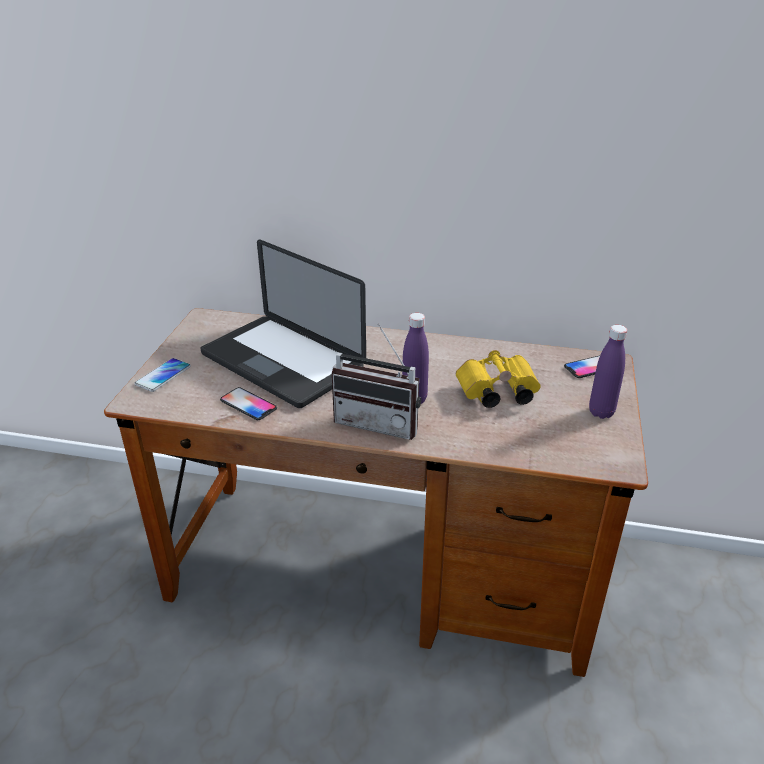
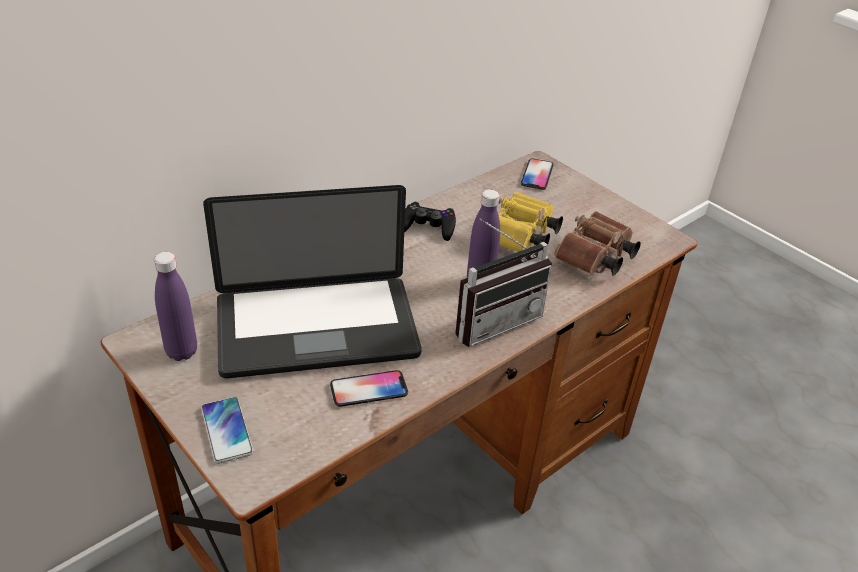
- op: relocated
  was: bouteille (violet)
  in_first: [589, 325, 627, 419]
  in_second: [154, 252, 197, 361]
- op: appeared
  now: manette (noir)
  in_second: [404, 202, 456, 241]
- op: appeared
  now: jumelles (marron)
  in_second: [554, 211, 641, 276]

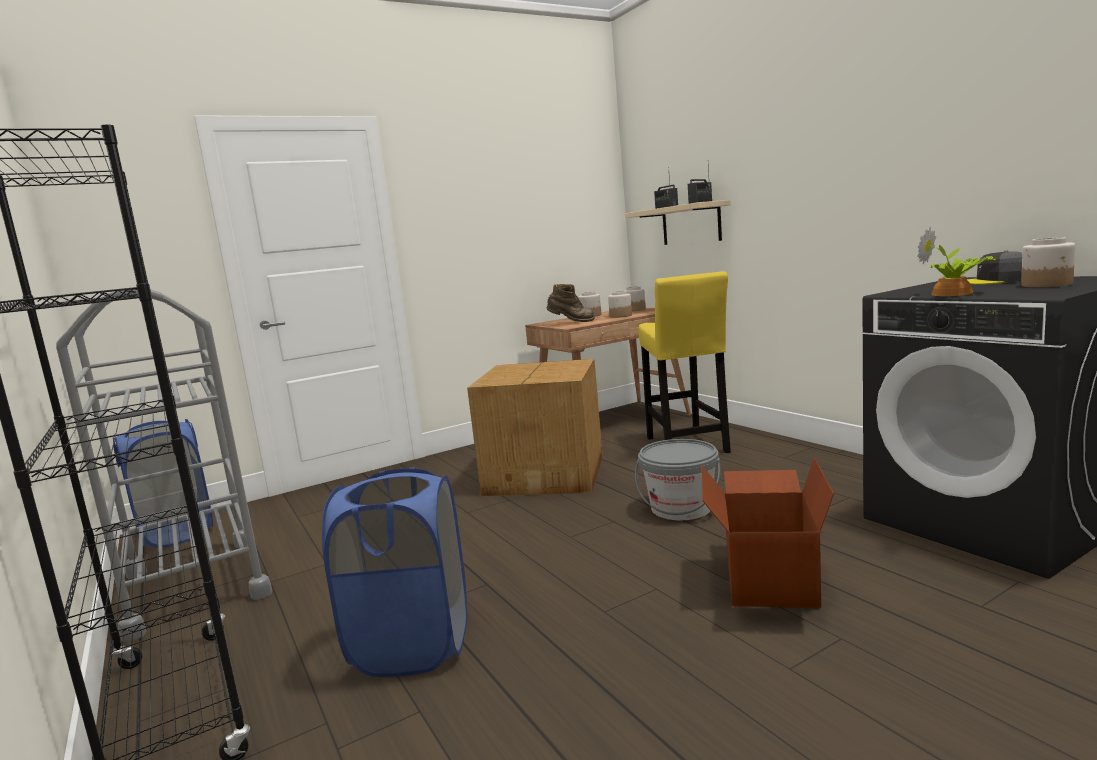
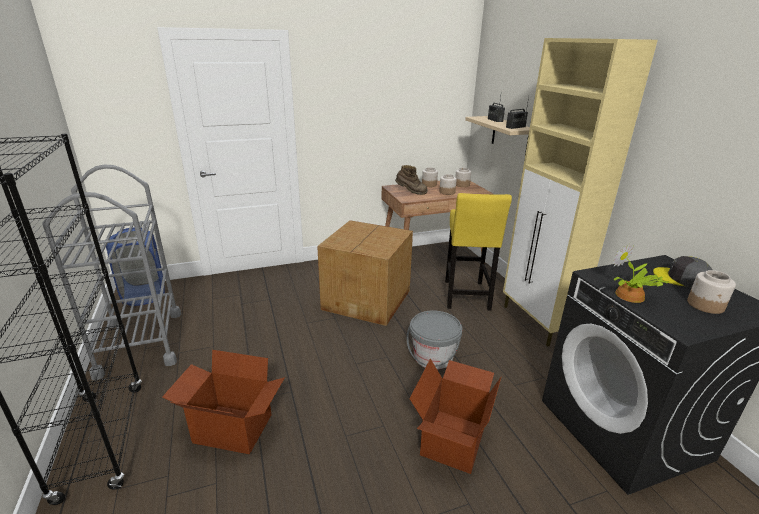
- op: exchanged
  was: panier à linge (bleu)
  now: carton
  in_first: [322, 467, 467, 677]
  in_second: [162, 350, 285, 454]
- op: appeared
  now: meuble de rangement (beige)
  in_second: [503, 38, 658, 347]

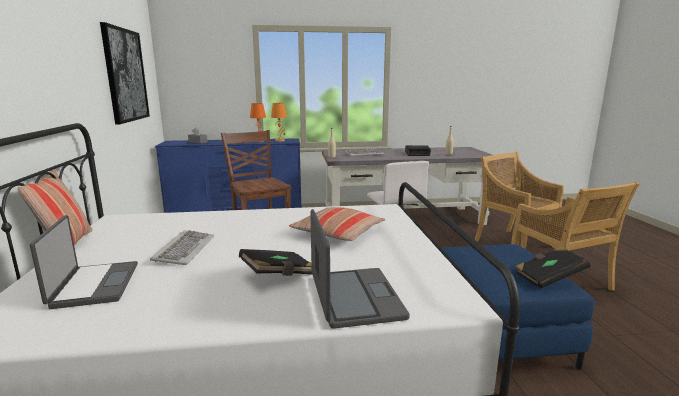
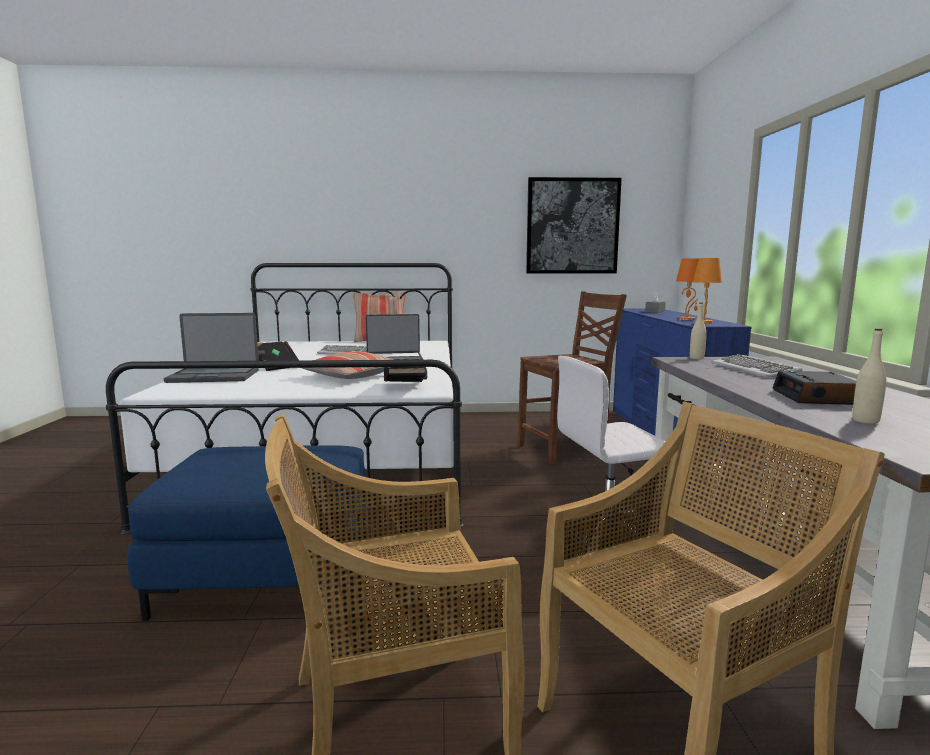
- op: relocated
  was: ordinateur portable
  in_first: [30, 215, 138, 309]
  in_second: [366, 314, 423, 360]
- op: relocated
  was: livre (noir)
  in_first: [515, 246, 590, 288]
  in_second: [384, 367, 427, 382]

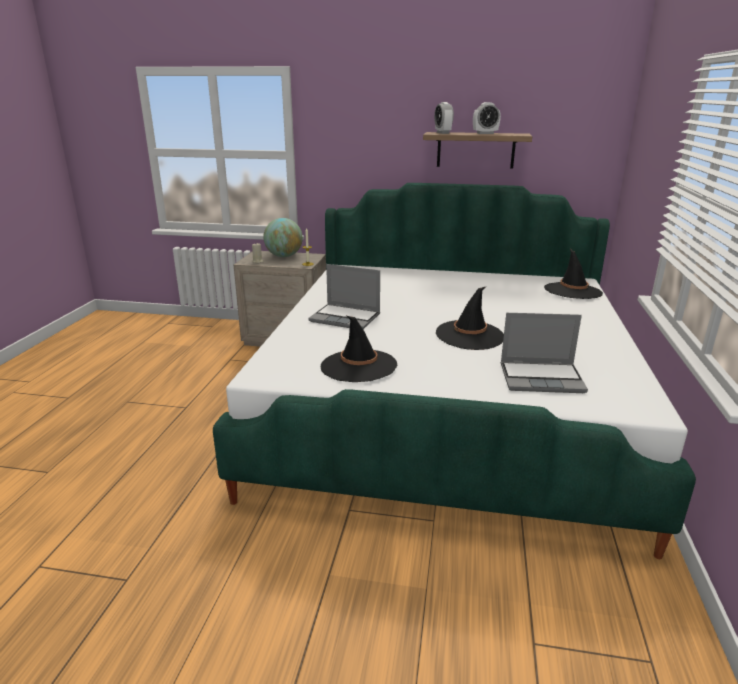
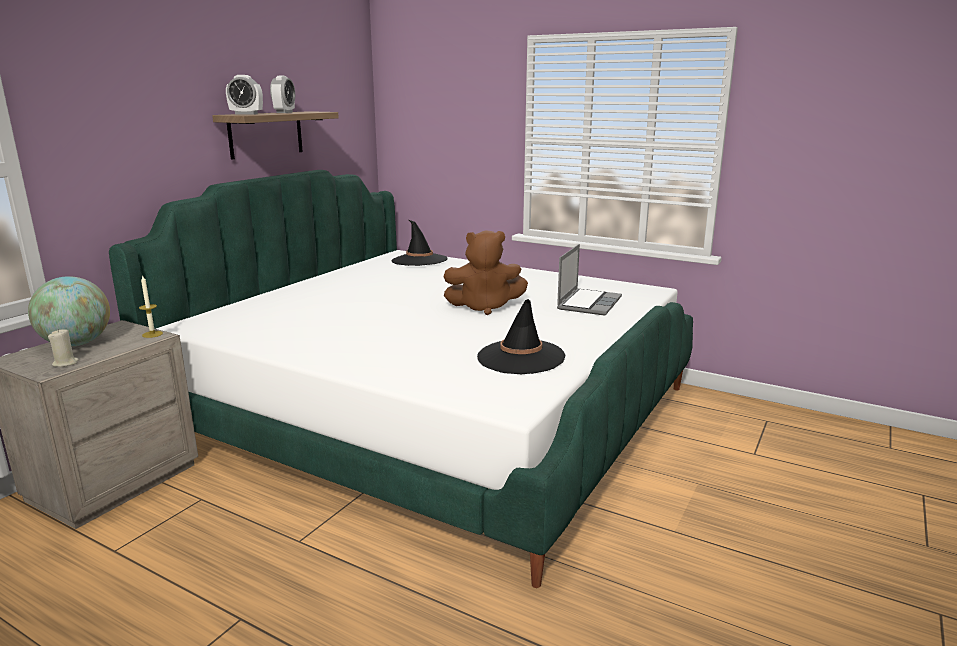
- op: missing
  was: ordinateur portable
  in_first: [308, 264, 380, 329]
- op: exchanged
  was: chapeau (noir)
  now: peluche (marron)
  in_first: [436, 286, 504, 350]
  in_second: [444, 230, 528, 315]

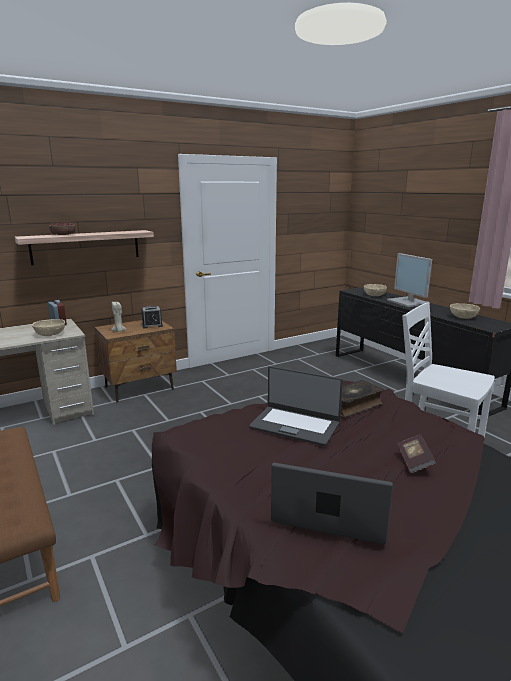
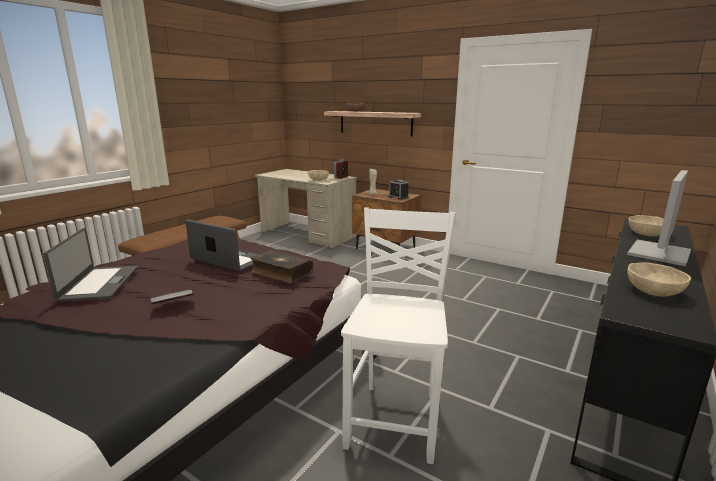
- op: spun
  was: ordinateur portable
  in_first: [249, 366, 343, 446]
  in_second: [185, 219, 259, 272]
  clockwise: 120

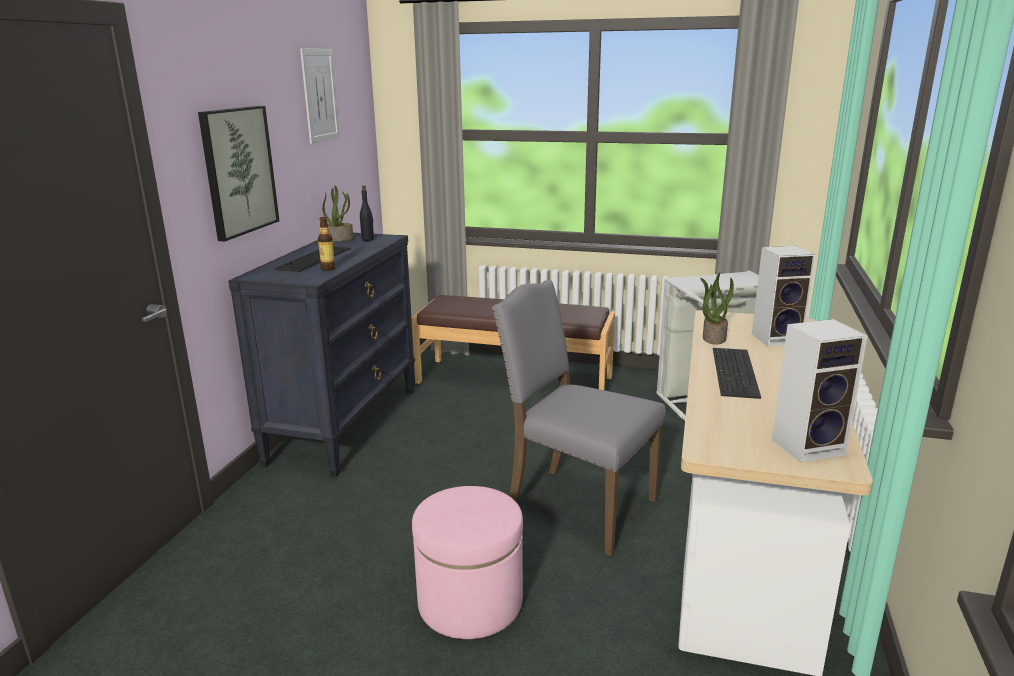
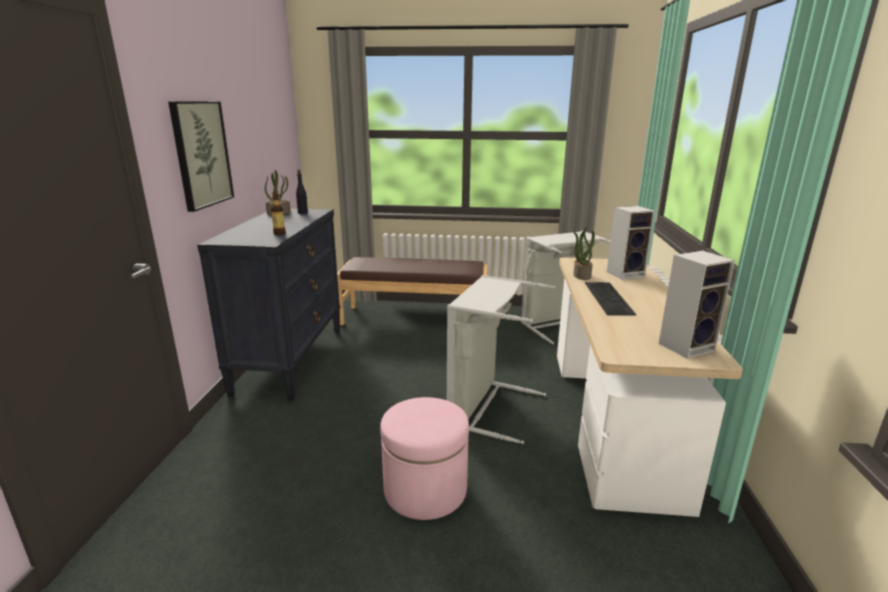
- op: missing
  was: tableau
  in_first: [300, 48, 340, 144]
- op: missing
  was: clavier
  in_first: [274, 246, 351, 272]
- op: exchanged
  was: chaise (gris)
  now: panier à linge (gris)
  in_first: [492, 280, 666, 556]
  in_second: [447, 275, 556, 444]

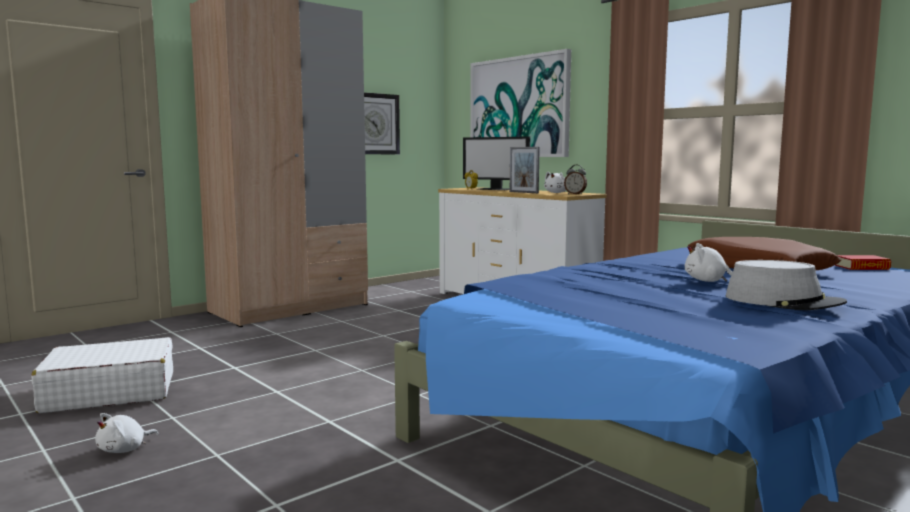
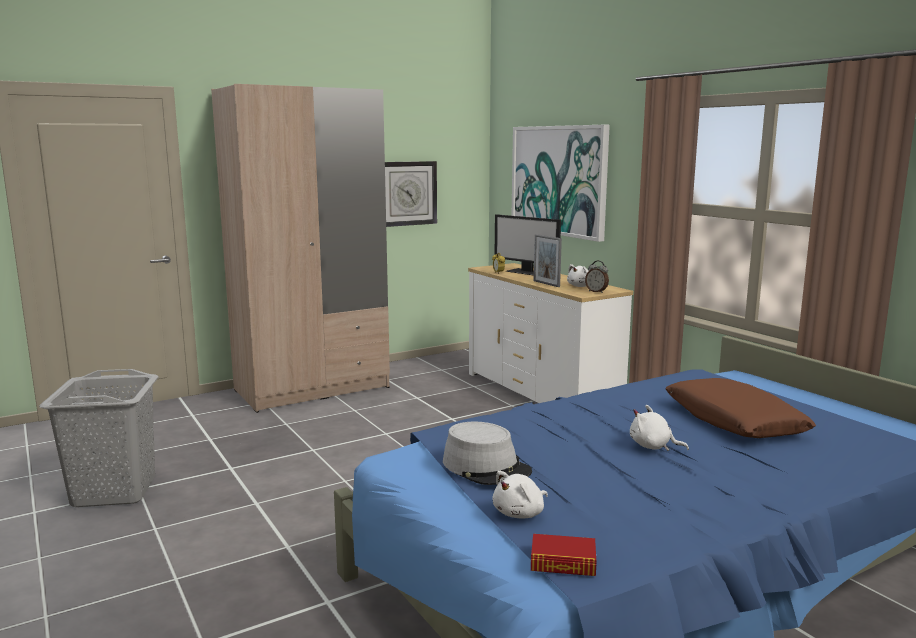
- op: relocated
  was: livre
  in_first: [835, 255, 891, 270]
  in_second: [531, 534, 596, 576]
- op: relocated
  was: chapeau (gris)
  in_first: [726, 260, 847, 310]
  in_second: [443, 422, 532, 485]
- op: exchanged
  was: valise (blanc)
  now: panier à linge (gris)
  in_first: [31, 337, 173, 413]
  in_second: [39, 369, 159, 507]
- op: relocated
  was: peluche (blanc)
  in_first: [95, 413, 159, 453]
  in_second: [493, 471, 548, 519]

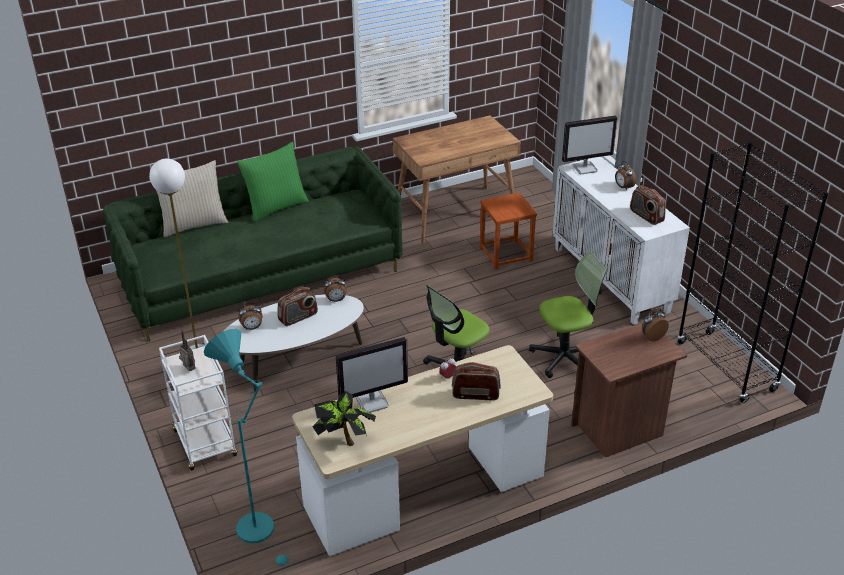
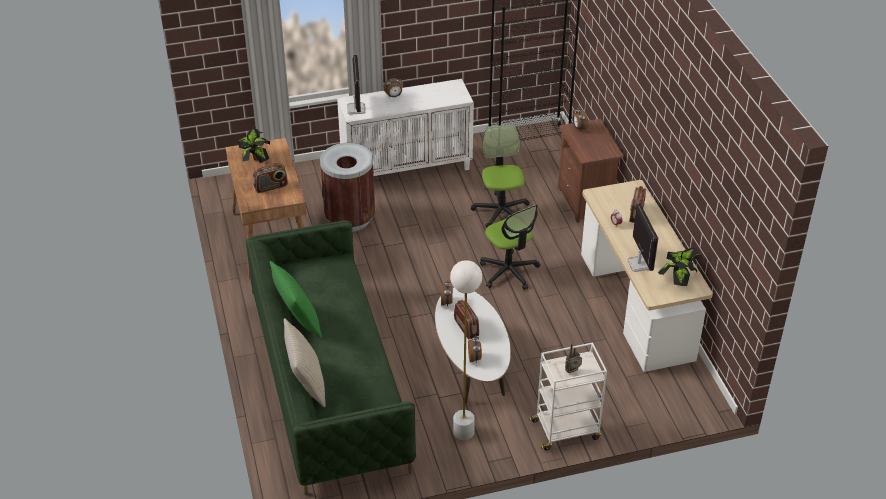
- op: relocated
  was: radio
  in_first: [630, 185, 666, 225]
  in_second: [253, 162, 288, 193]
- op: exchanged
  was: tabouret (marron)
  now: poubelle (marron)
  in_first: [480, 193, 537, 269]
  in_second: [320, 143, 375, 232]
- op: missing
  was: lampadaire (turquoise)
  in_first: [204, 329, 293, 566]
- op: appeared
  now: plante en pot
  in_second: [238, 127, 270, 163]

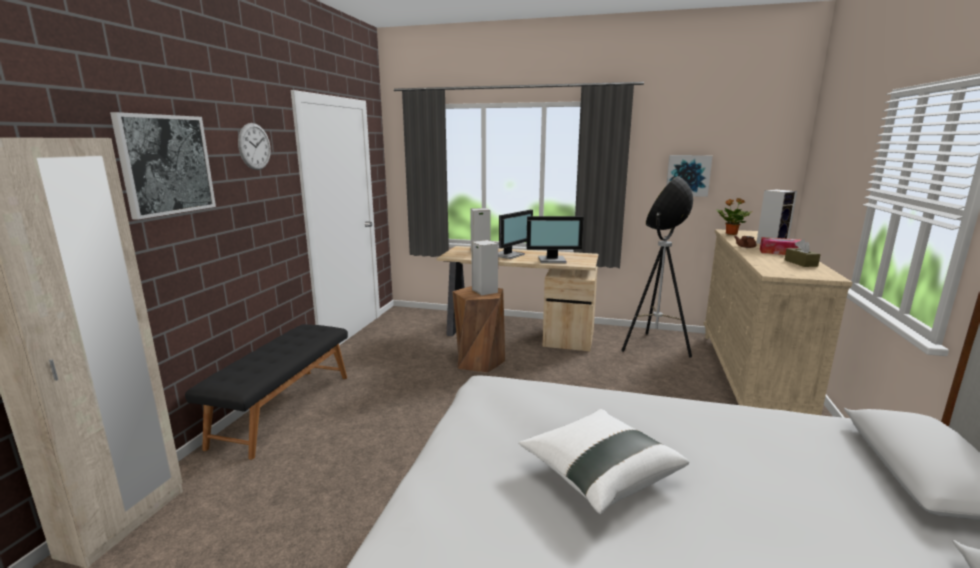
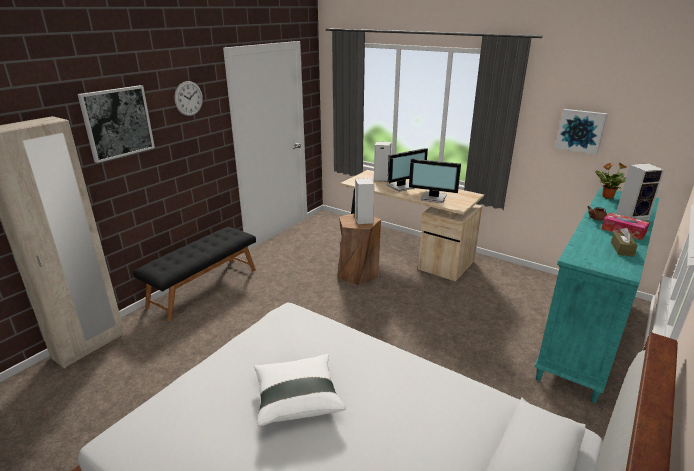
- op: missing
  was: lampadaire
  in_first: [621, 176, 693, 358]
- op: colour
  was: commode (beige)
  now: commode (turquoise)
  in_first: [703, 229, 853, 416]
  in_second: [534, 188, 659, 403]

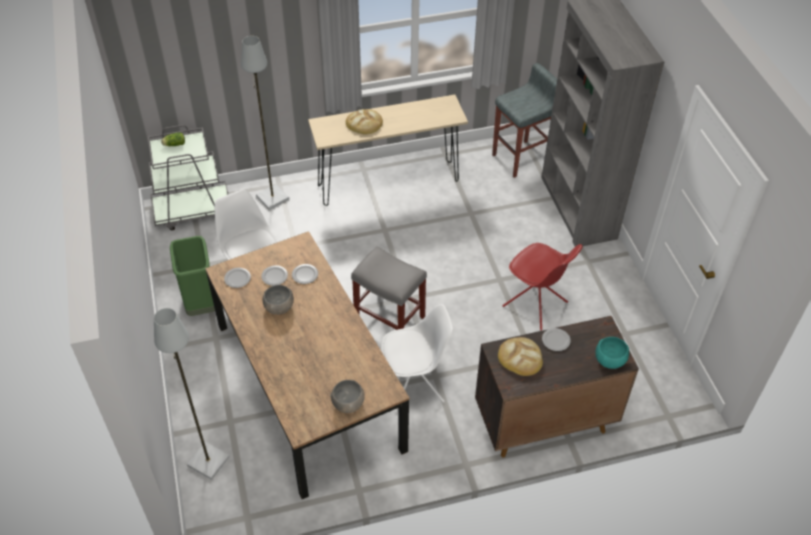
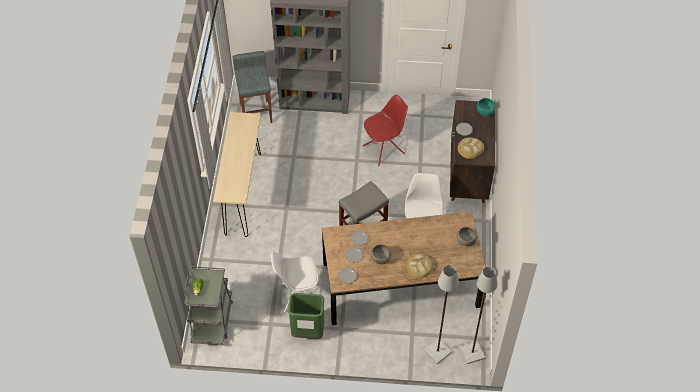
- op: relocated
  was: lampadaire (gris)
  in_first: [241, 36, 289, 210]
  in_second: [460, 267, 498, 364]
- op: relocated
  was: pain
  in_first: [346, 109, 383, 134]
  in_second: [407, 253, 433, 279]

